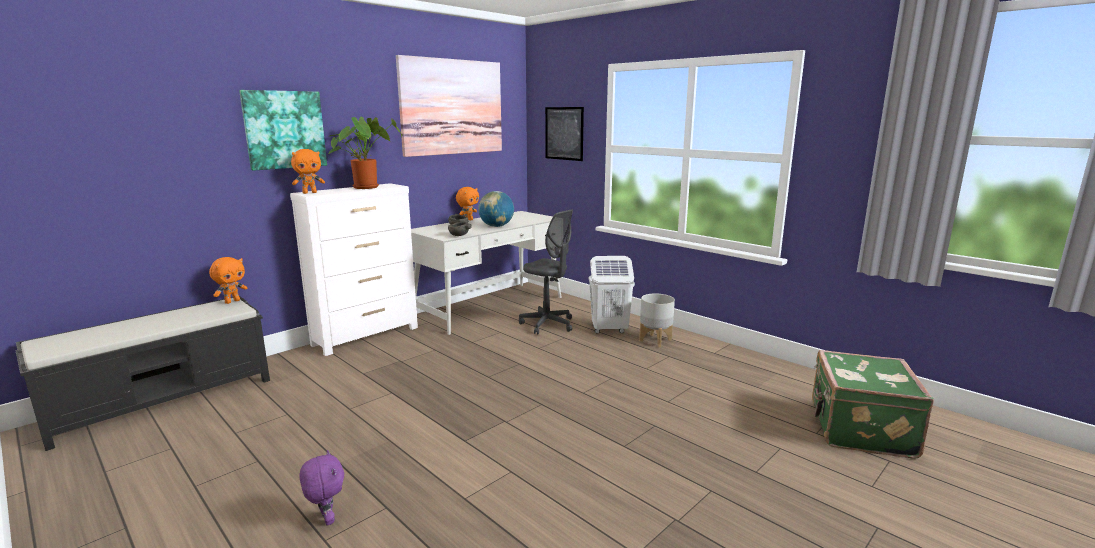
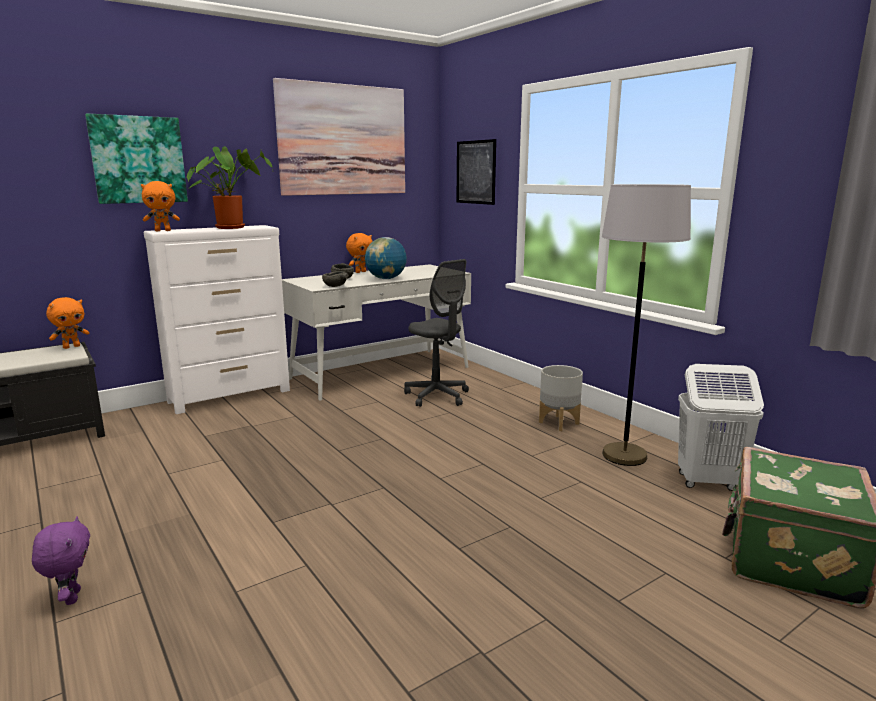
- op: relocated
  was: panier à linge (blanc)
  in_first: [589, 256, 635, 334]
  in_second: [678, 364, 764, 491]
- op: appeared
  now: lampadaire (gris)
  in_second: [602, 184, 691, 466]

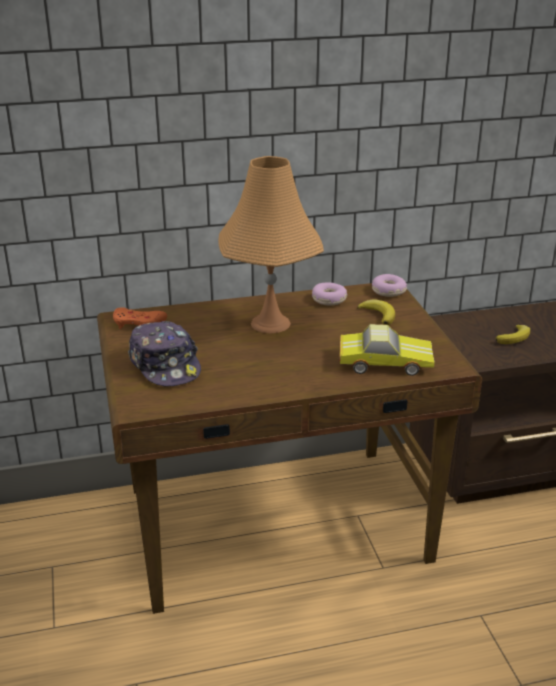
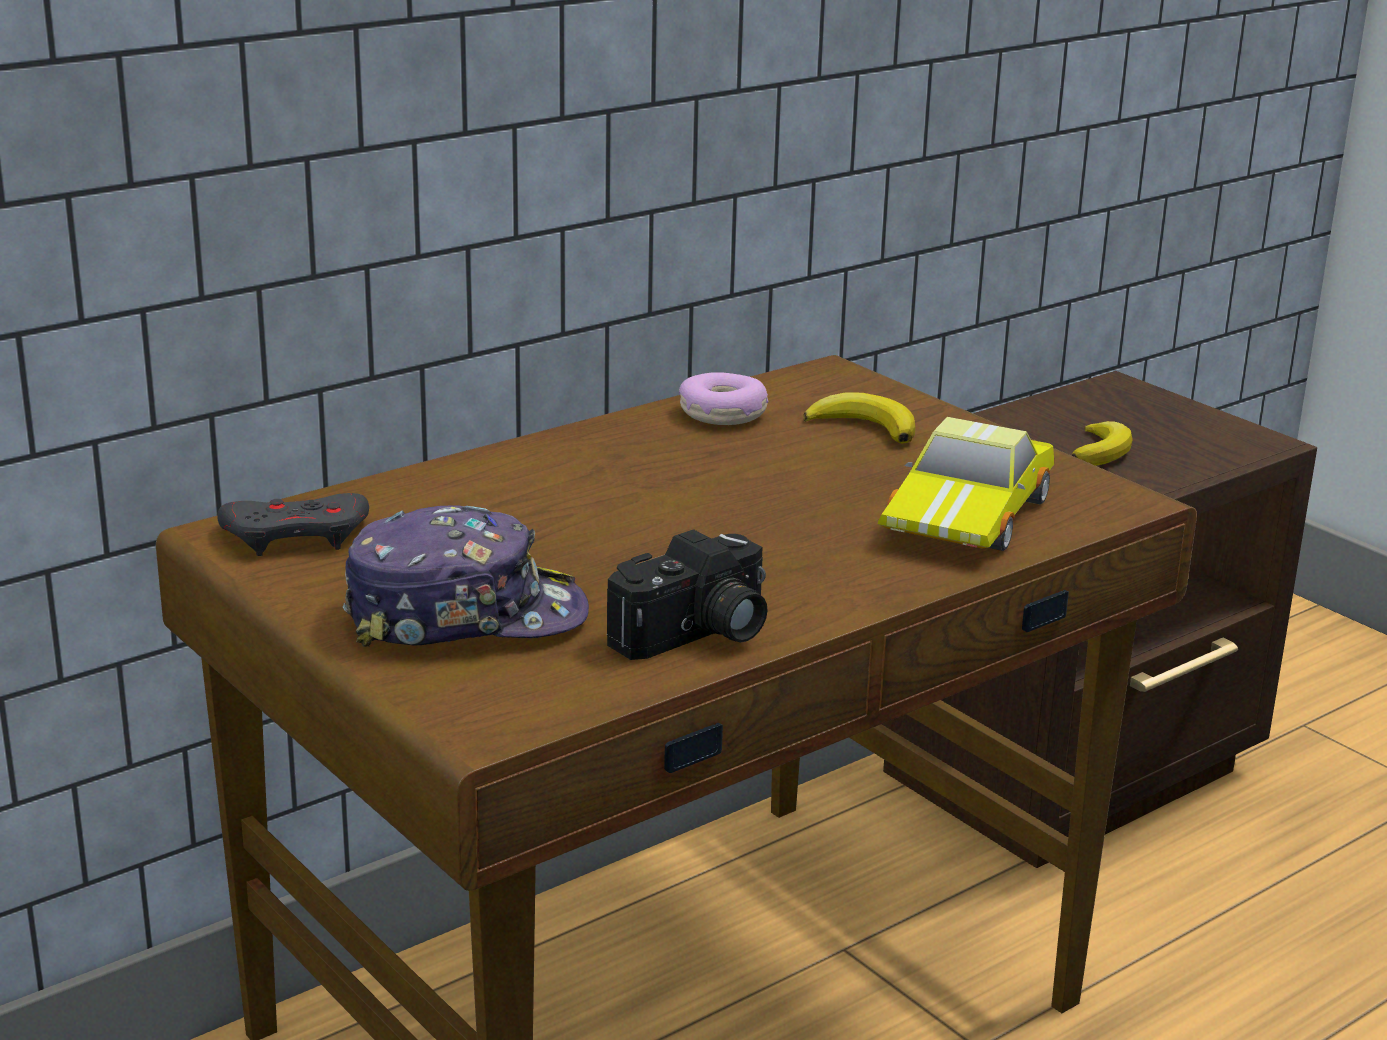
- op: missing
  was: lampe de table (orange)
  in_first: [218, 156, 324, 333]
- op: missing
  was: beignet
  in_first: [372, 274, 407, 297]
- op: colour
  was: manette (orange)
  now: manette (gris)
  in_first: [113, 307, 167, 329]
  in_second: [217, 493, 369, 556]
- op: spun
  was: casquette
  in_first: [128, 321, 201, 386]
  in_second: [343, 505, 589, 647]
  clockwise: -45
- op: spun
  was: petite voiture
  in_first: [340, 324, 435, 376]
  in_second: [878, 417, 1055, 551]
  clockwise: 135
- op: appeared
  now: appareil photo
  in_second: [607, 529, 768, 660]

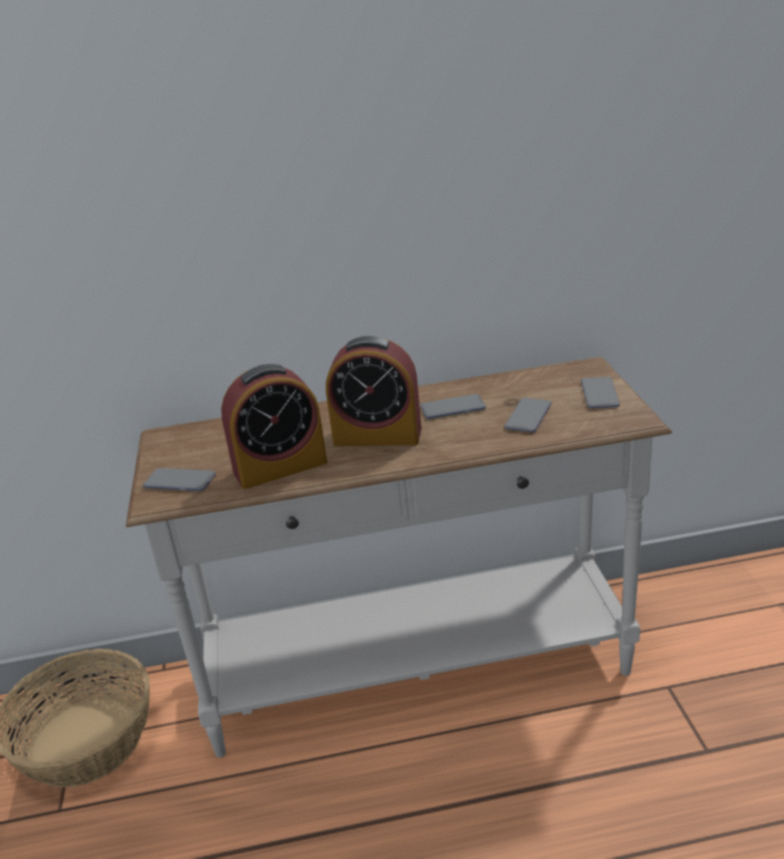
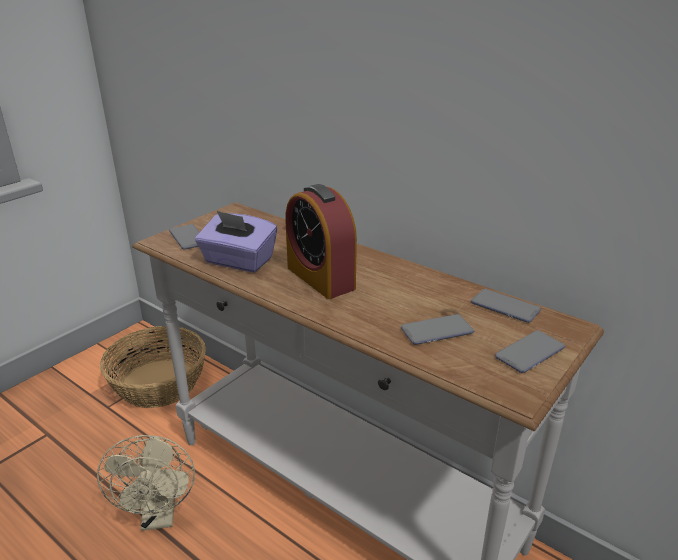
- op: exchanged
  was: réveil
  now: boîte à mouchoirs (violet)
  in_first: [221, 364, 327, 489]
  in_second: [195, 210, 277, 272]
- op: relocated
  was: téléphone
  in_first: [420, 394, 486, 419]
  in_second: [471, 289, 541, 323]
- op: appeared
  now: ventilateur (beige)
  in_second: [97, 435, 195, 531]

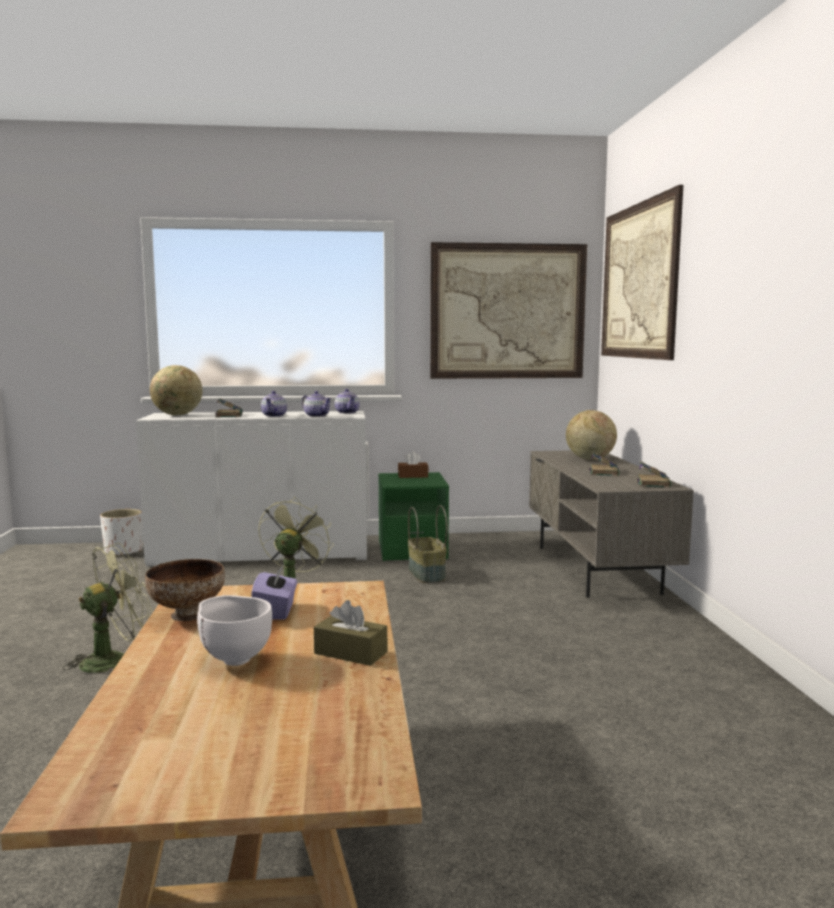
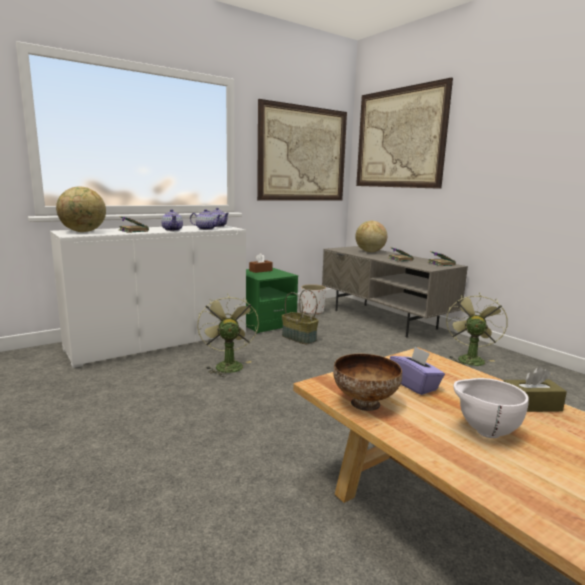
- op: relocated
  was: cache-pot (blanc)
  in_first: [100, 509, 142, 557]
  in_second: [301, 284, 326, 315]
- op: relocated
  was: ventilateur (vert)
  in_first: [62, 543, 152, 673]
  in_second: [446, 292, 508, 366]

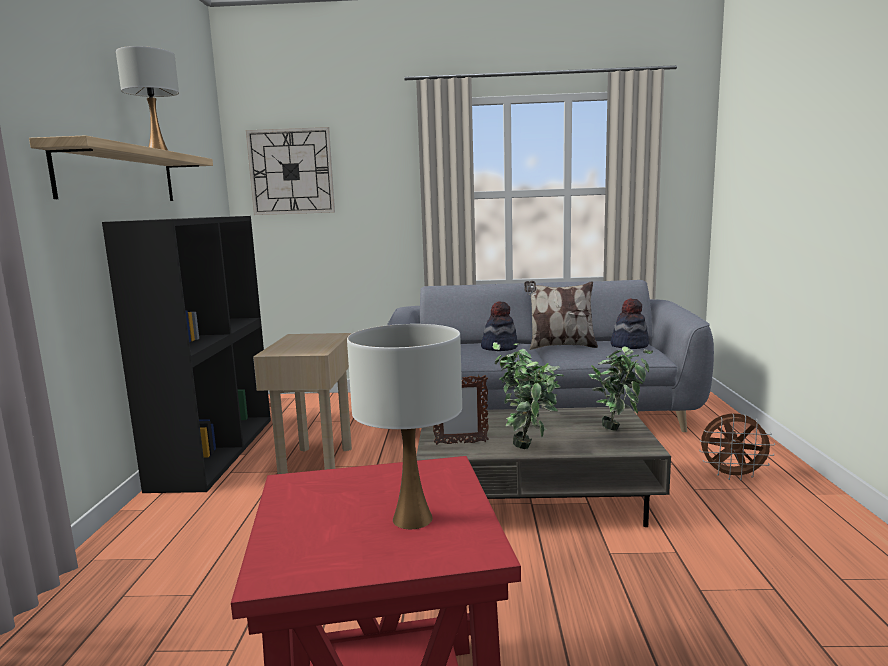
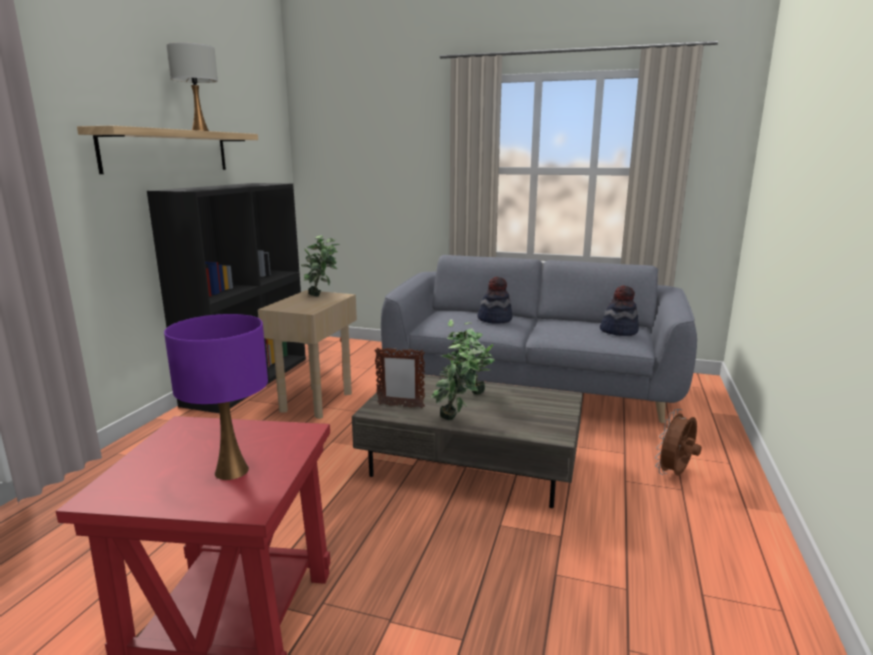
- op: missing
  was: horloge murale
  in_first: [246, 127, 335, 215]
- op: missing
  was: coussin
  in_first: [524, 281, 598, 350]
- op: colour
  was: lampe de table (blanc)
  now: lampe de table (violet)
  in_first: [347, 324, 462, 529]
  in_second: [164, 314, 268, 480]
- op: relocated
  was: plante en pot
  in_first: [589, 346, 653, 431]
  in_second: [301, 235, 340, 296]
- op: spun
  was: ventilateur (marron)
  in_first: [699, 413, 775, 480]
  in_second: [655, 409, 702, 476]
  clockwise: 105

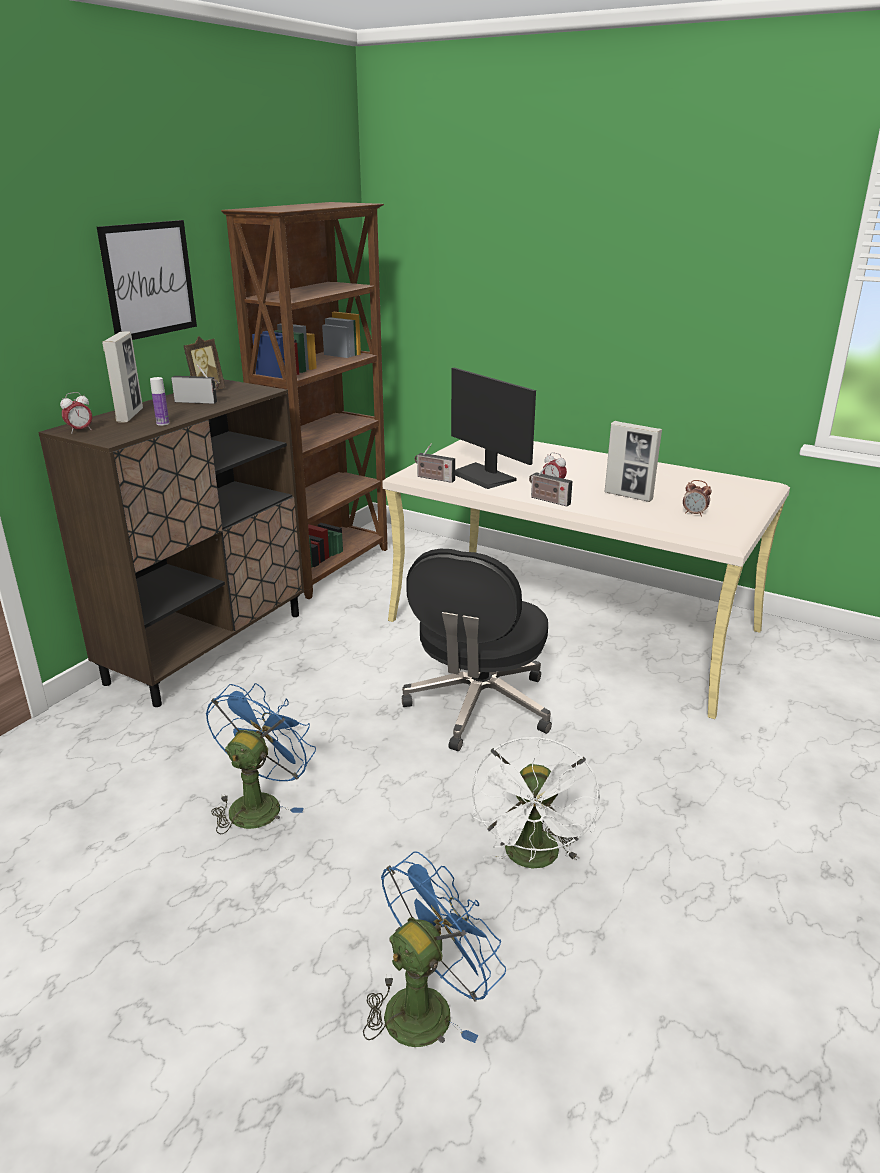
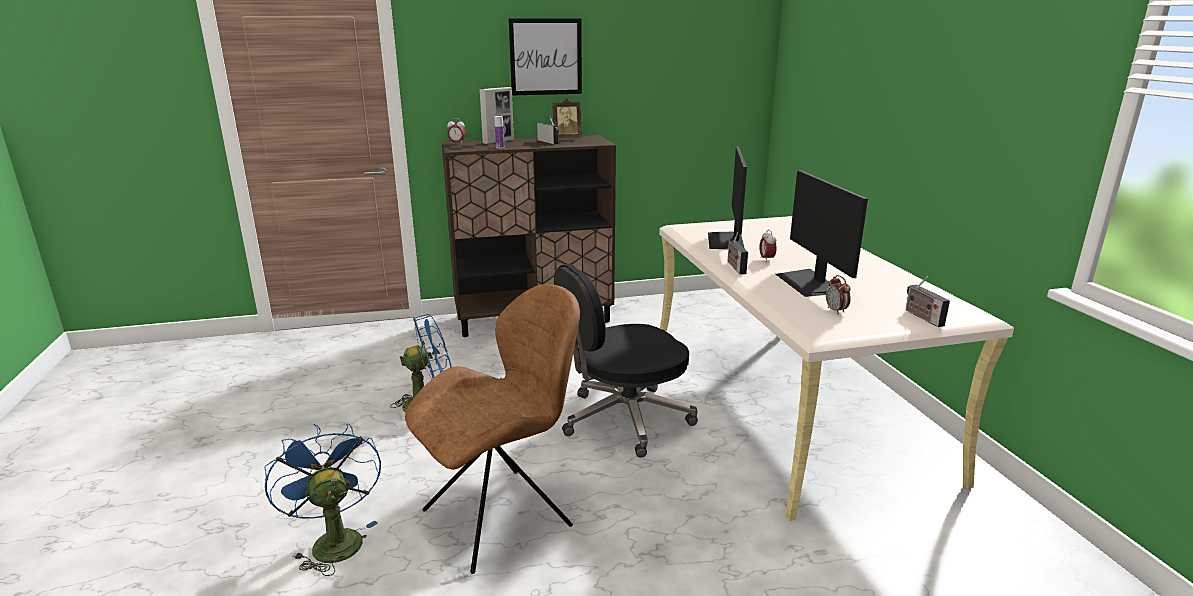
- op: missing
  was: bibliothèque (marron)
  in_first: [221, 202, 388, 599]
- op: exchanged
  was: cadre photo
  now: écran d'ordinateur
  in_first: [605, 421, 662, 502]
  in_second: [776, 170, 868, 297]
- op: relocated
  was: radio
  in_first: [415, 443, 455, 483]
  in_second: [906, 276, 950, 327]
- op: exchanged
  was: ventilateur (blanc)
  now: chaise (marron)
  in_first: [472, 737, 600, 868]
  in_second: [405, 284, 580, 574]
- op: spun
  was: ventilateur (bleu)
  in_first: [363, 851, 506, 1047]
  in_second: [265, 423, 381, 576]
  clockwise: -120

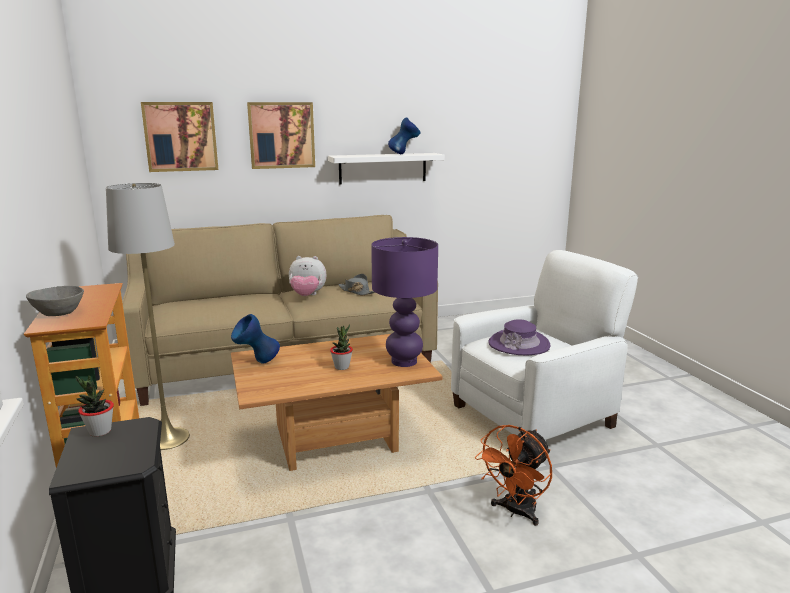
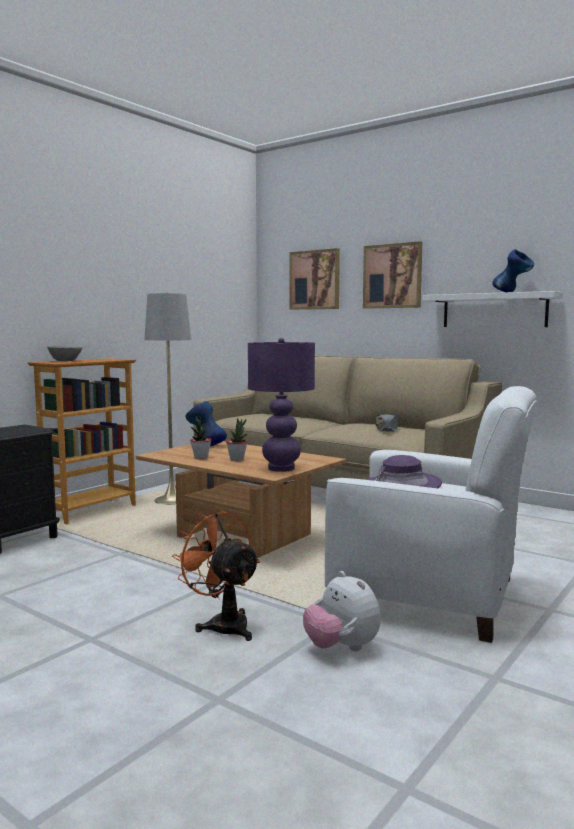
- op: relocated
  was: peluche
  in_first: [289, 256, 326, 296]
  in_second: [303, 571, 381, 651]
- op: relocated
  was: plante en pot
  in_first: [75, 375, 114, 437]
  in_second: [190, 416, 211, 459]
- op: spun
  was: ventilateur (orange)
  in_first: [475, 425, 552, 526]
  in_second: [172, 510, 260, 641]
  clockwise: 45

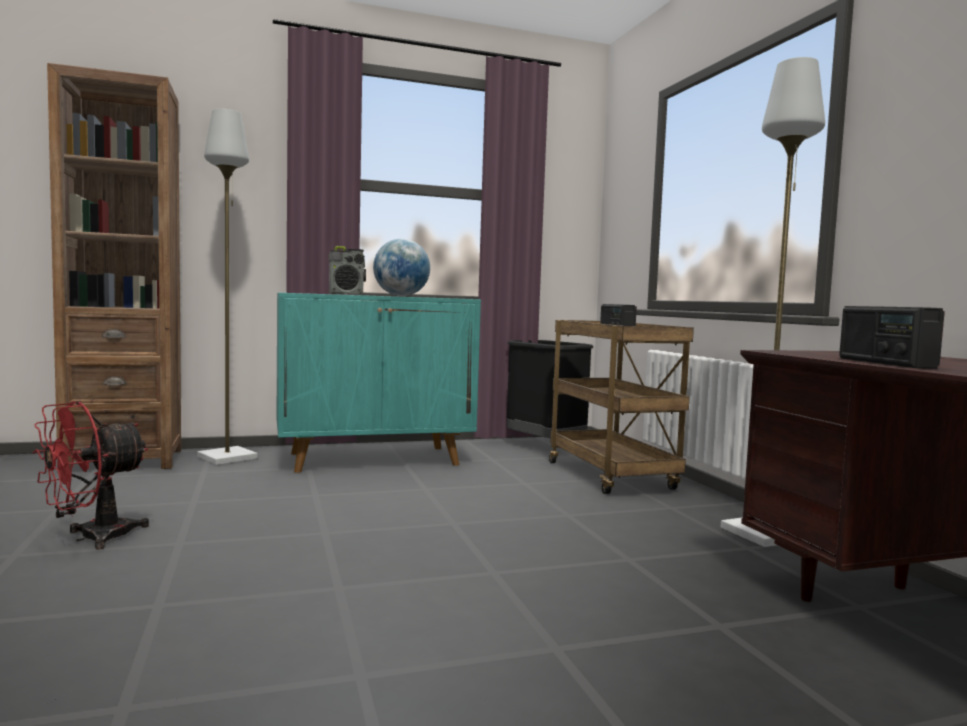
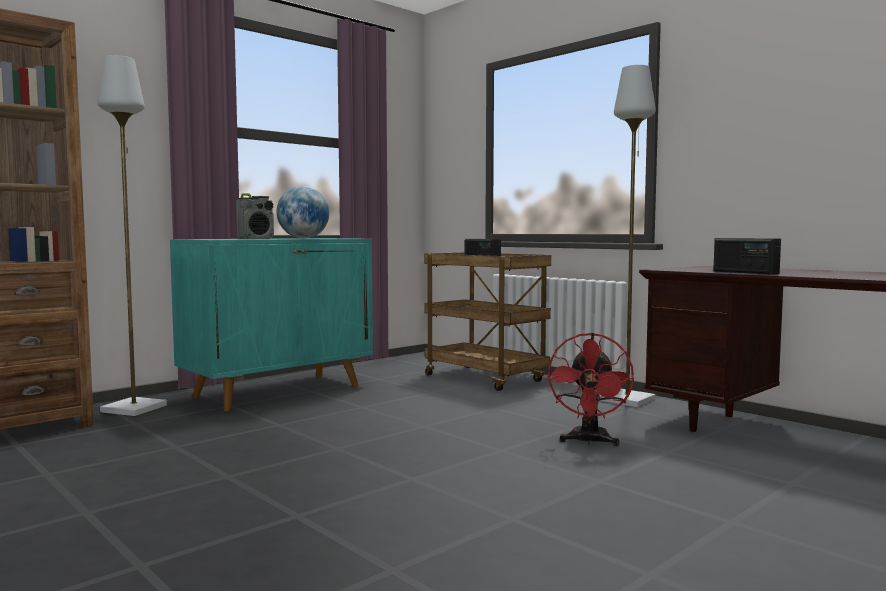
- op: missing
  was: poubelle (noir)
  in_first: [507, 340, 593, 438]
- op: relocated
  was: ventilateur (rouge)
  in_first: [33, 401, 149, 549]
  in_second: [547, 333, 634, 446]

